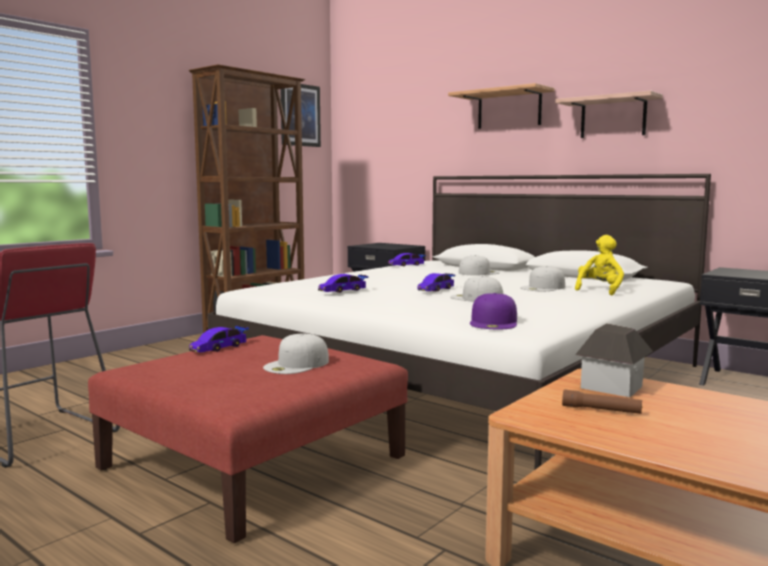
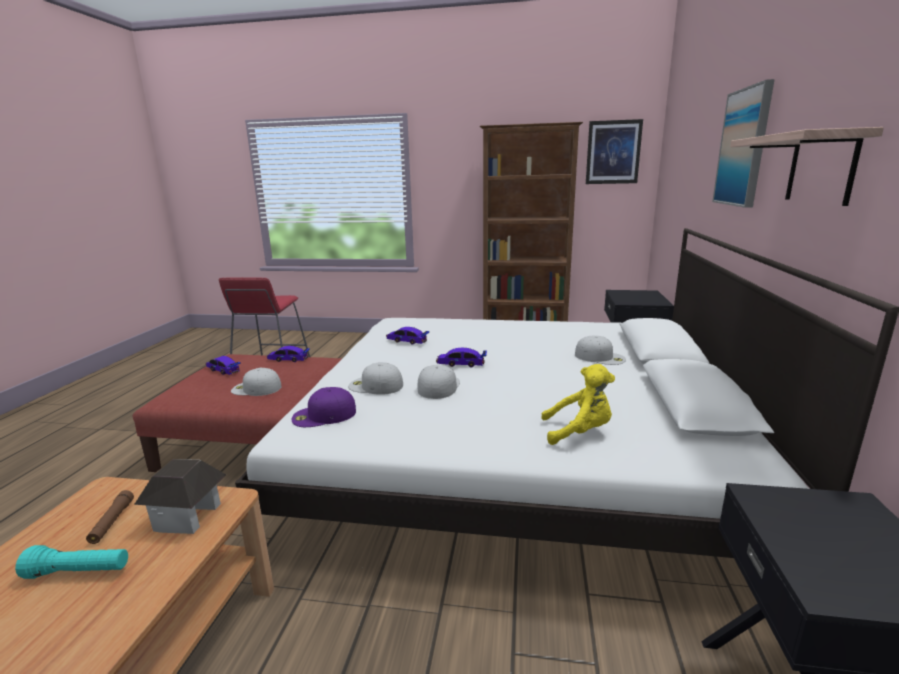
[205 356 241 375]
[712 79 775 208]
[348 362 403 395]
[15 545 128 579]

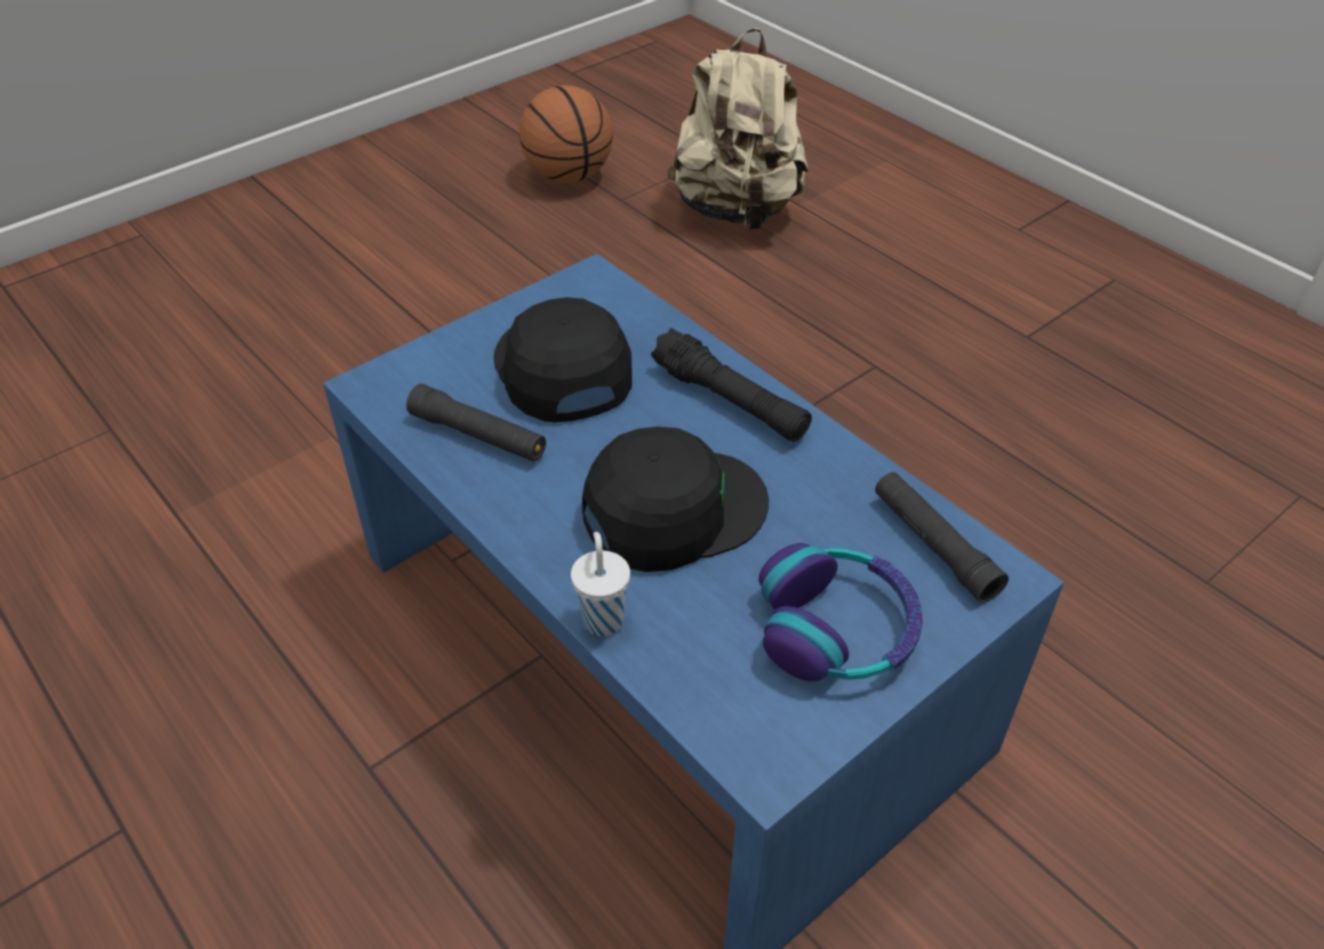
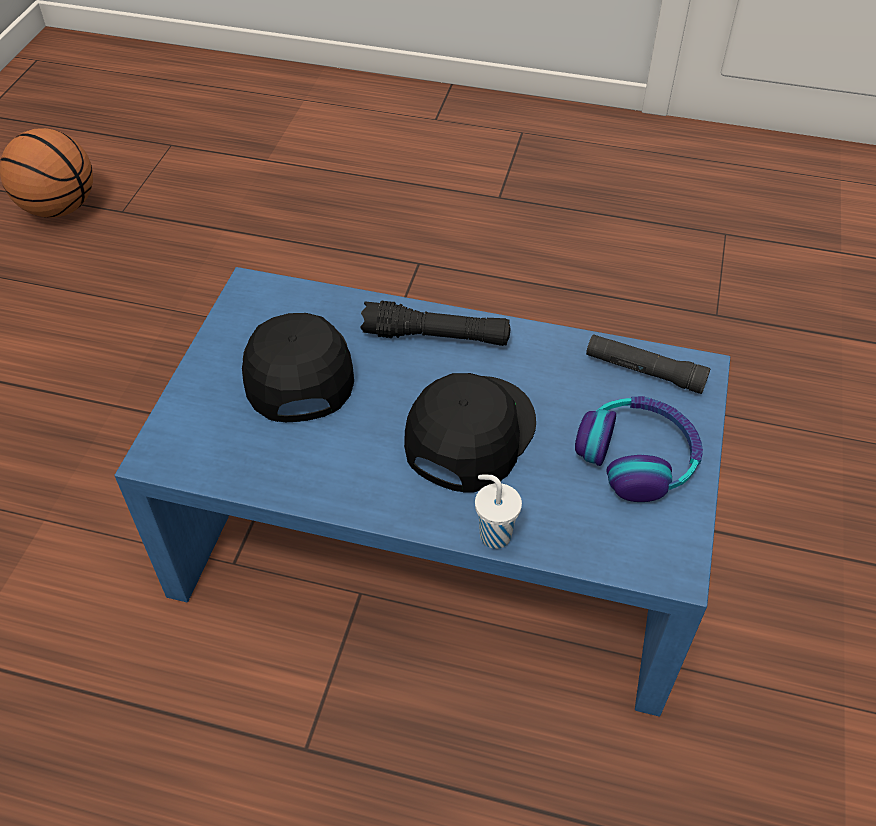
[406 384 546 462] (first image)
[242 313 354 422]
[667 28 809 230] (first image)

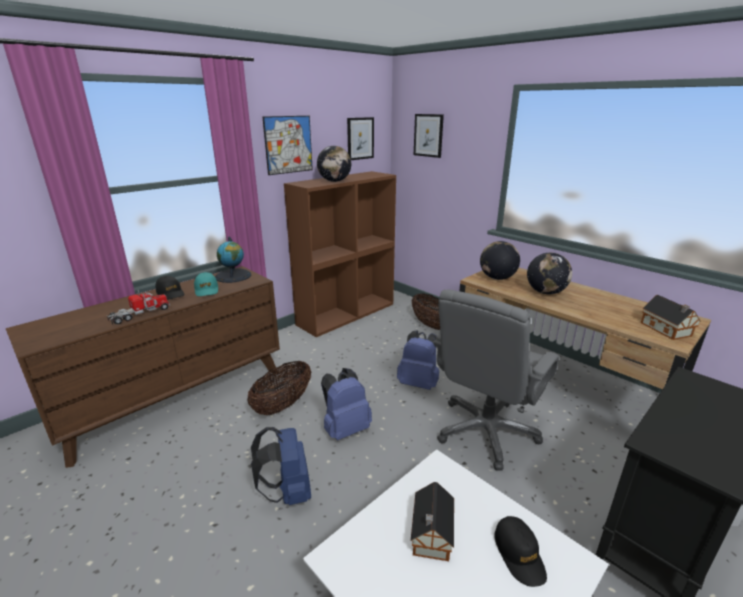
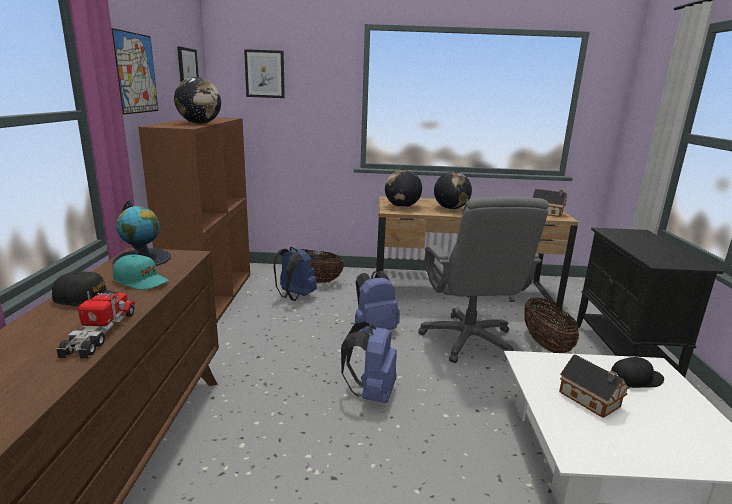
[524 298 579 353]
[274 247 317 301]
[611 357 664 388]

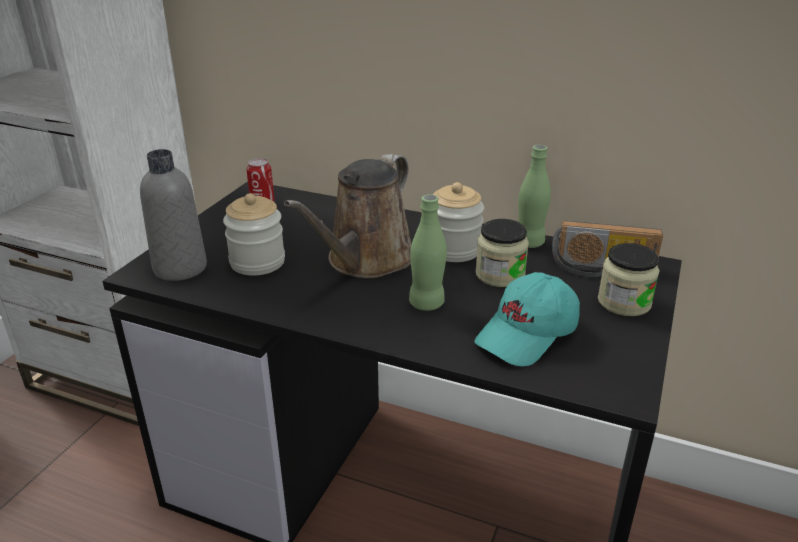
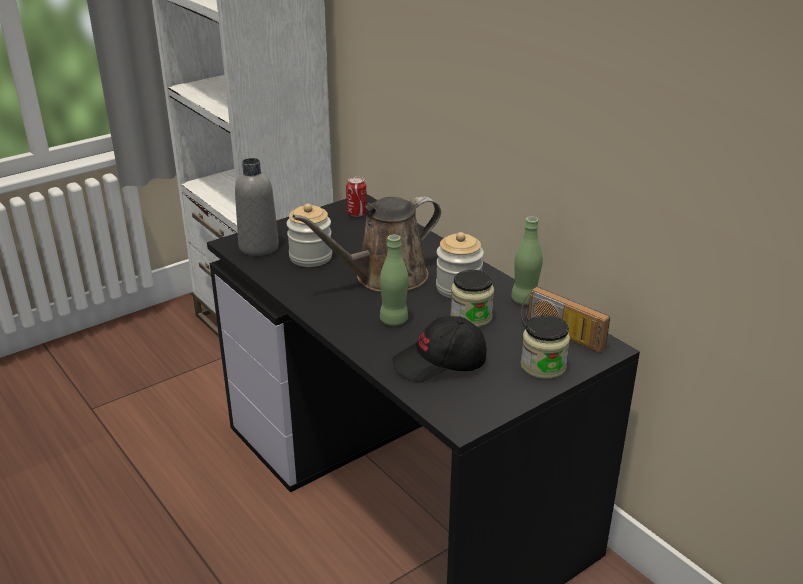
[392 316 487 383]

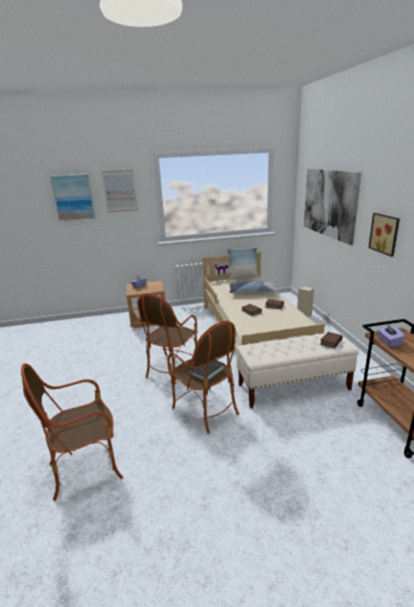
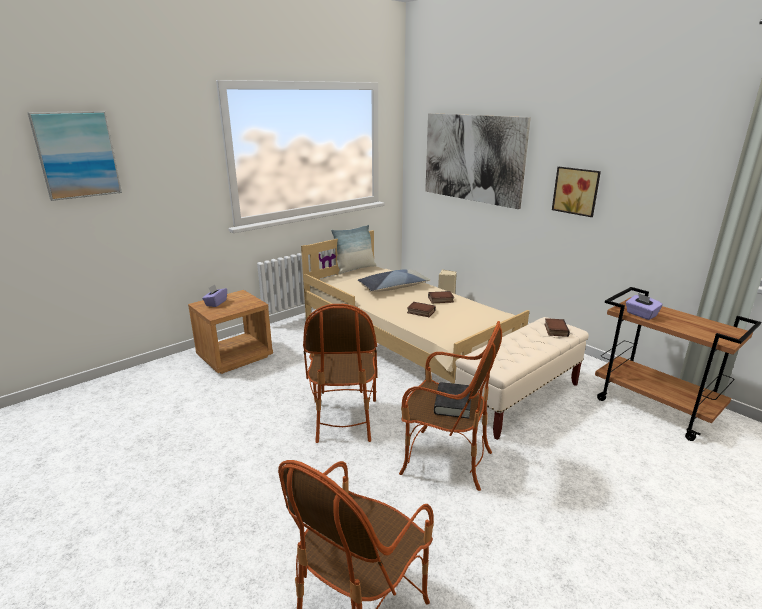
[101 170 138 212] (first image)

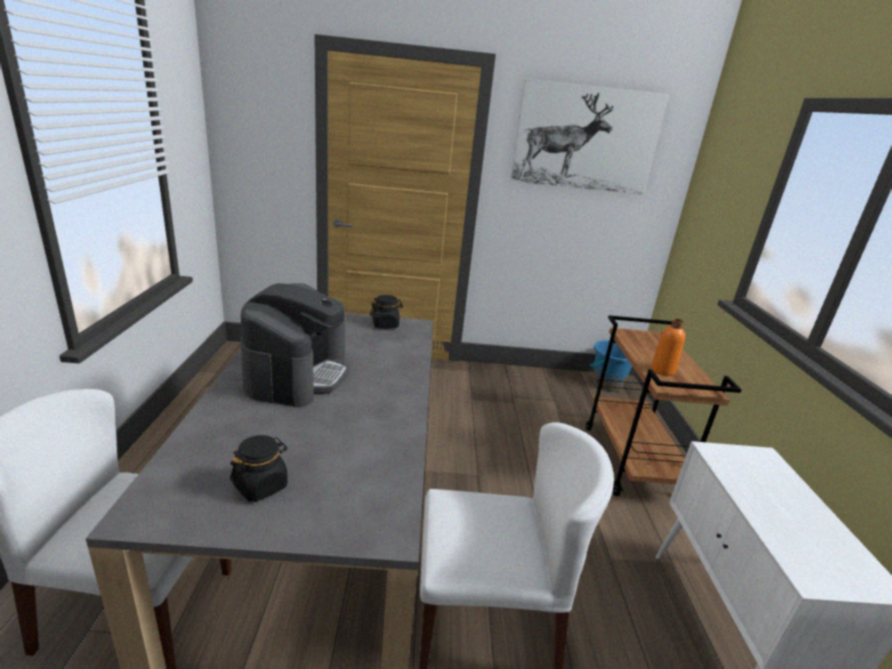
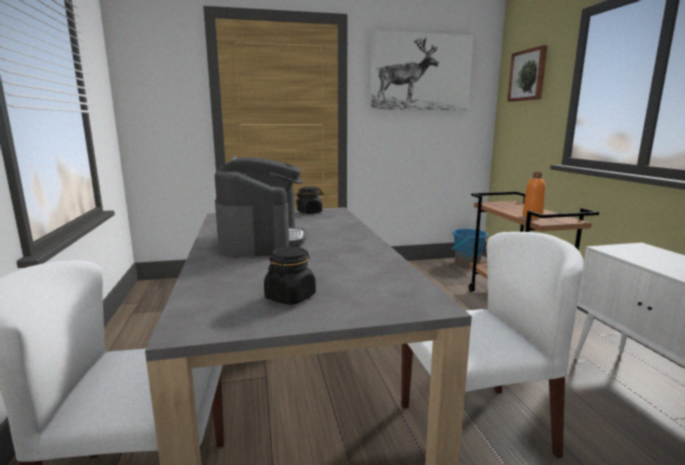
[507 45 547 102]

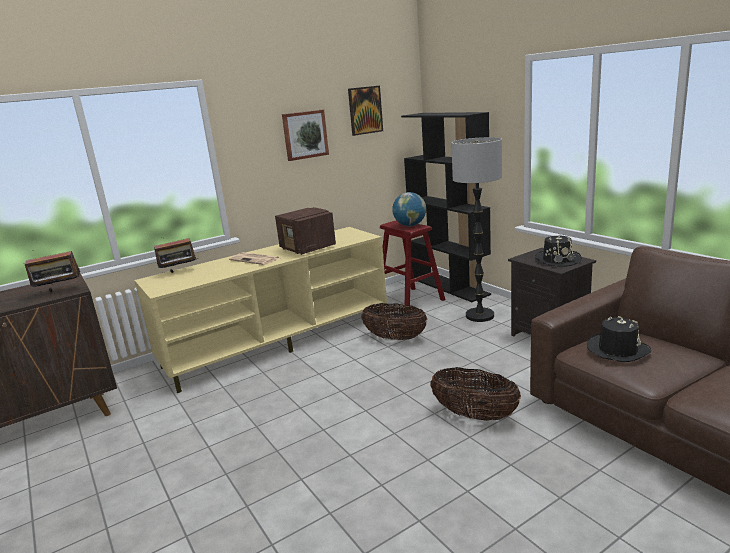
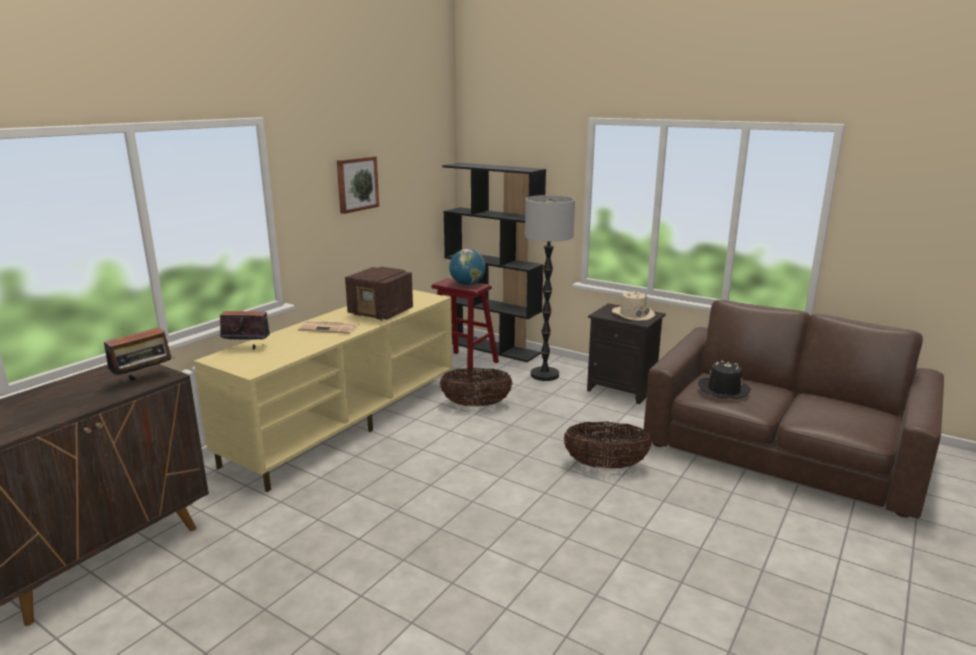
[220 300 270 349]
[348 86 383 136] (first image)
[612 291 655 321]

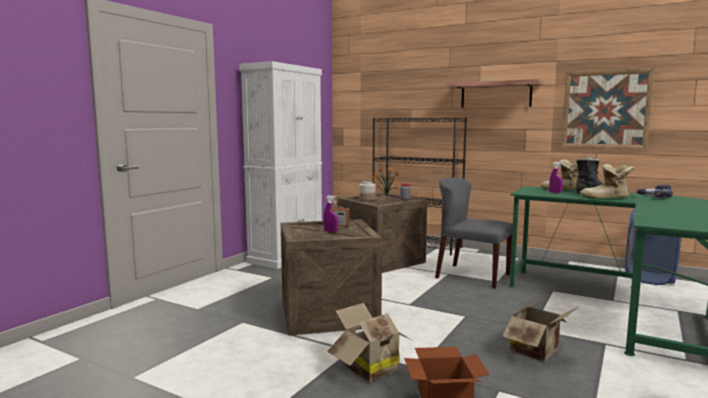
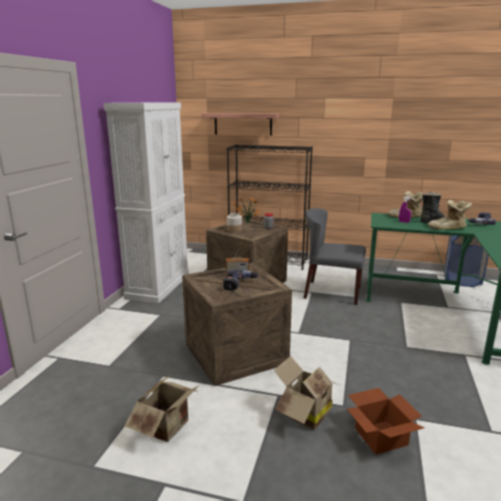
[223 270 259 291]
[201 113 280 136]
[125 375 200 442]
[561 68 655 150] (first image)

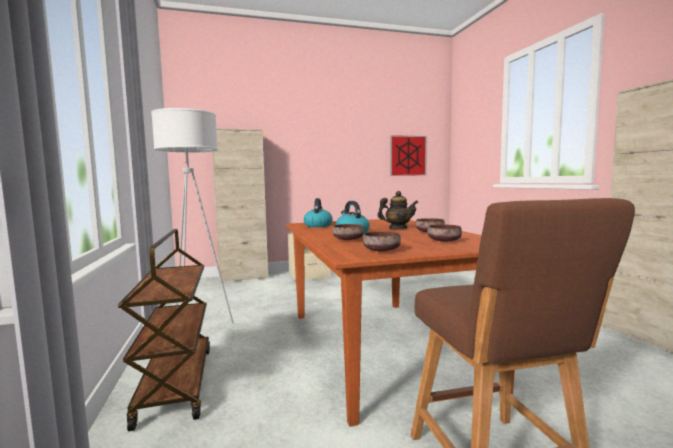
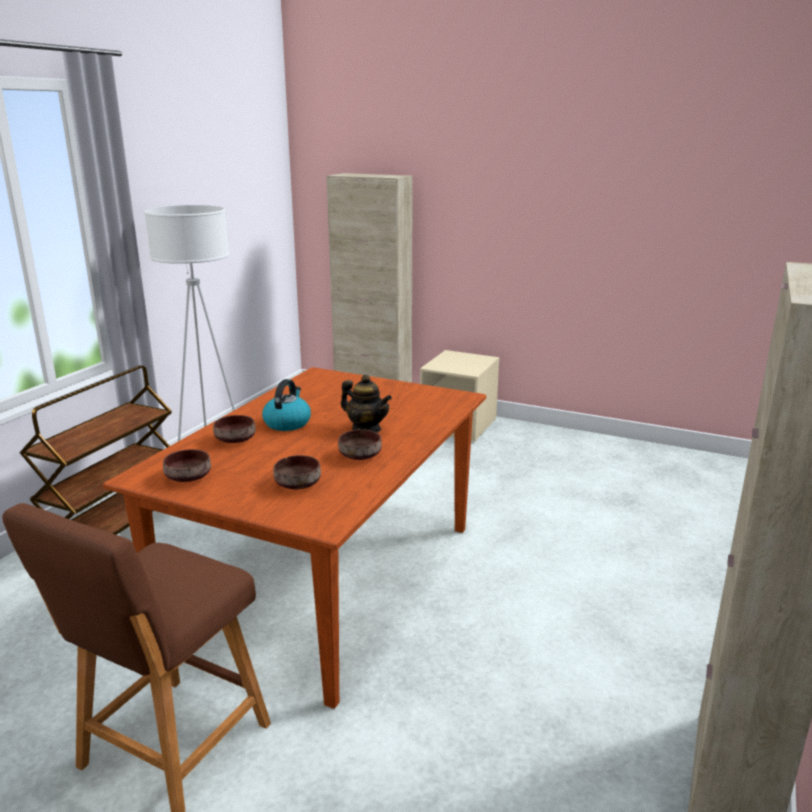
[304 198 333 227] (first image)
[390 135 427 176] (first image)

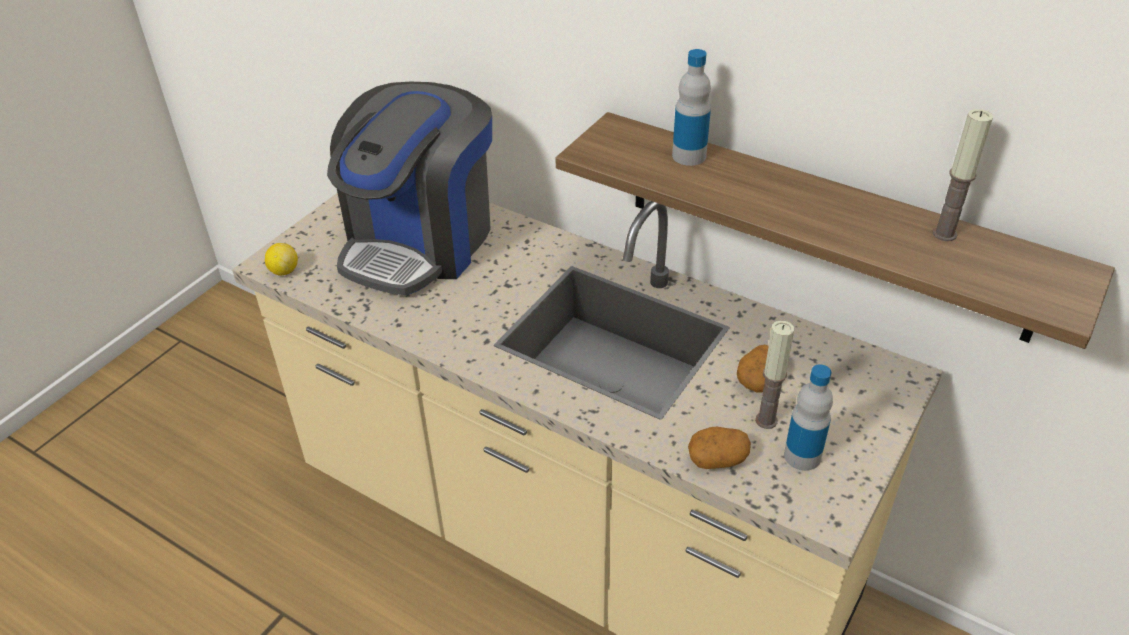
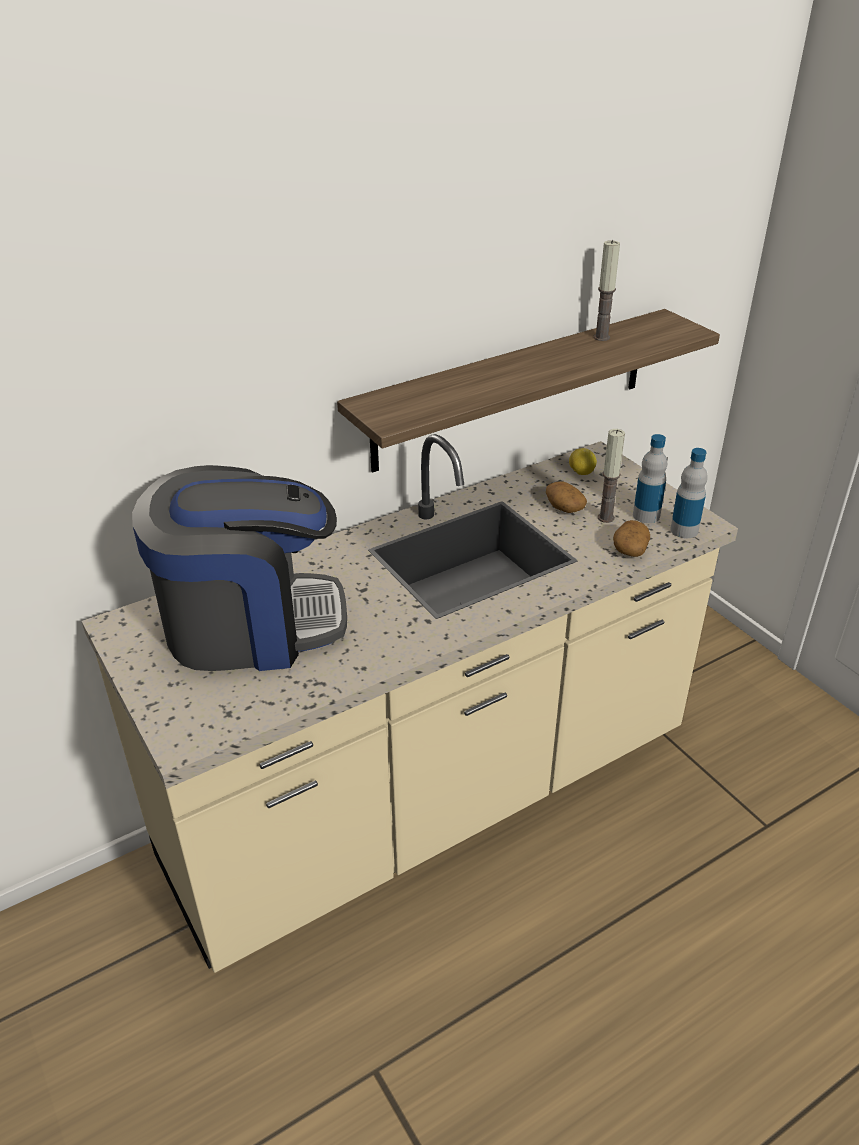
[569 448 597 475]
[132 465 347 671]
[670 448 708 538]

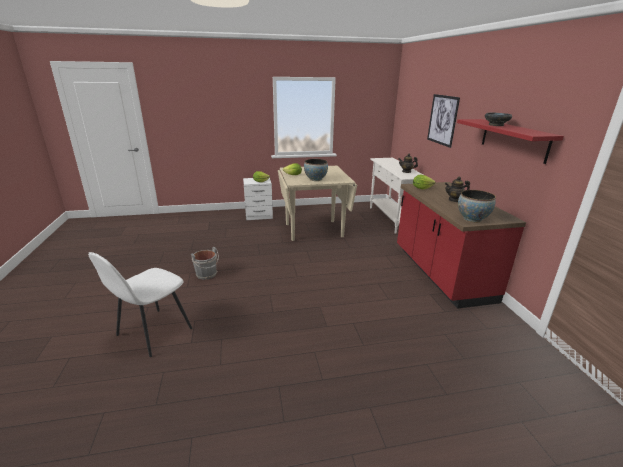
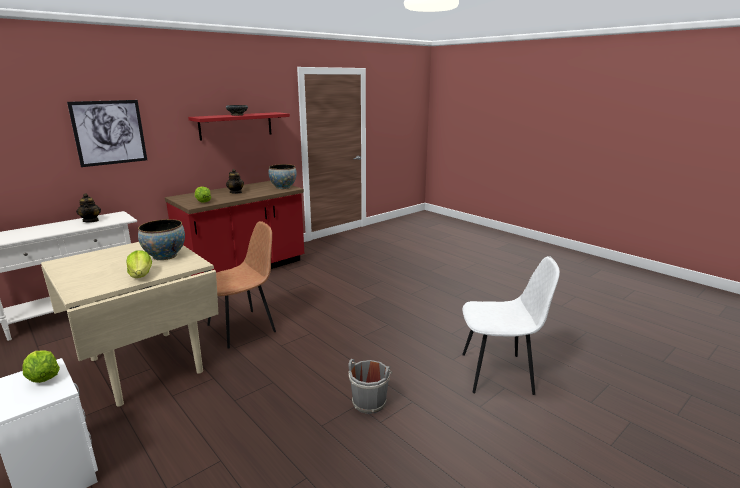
[207 221 276 348]

